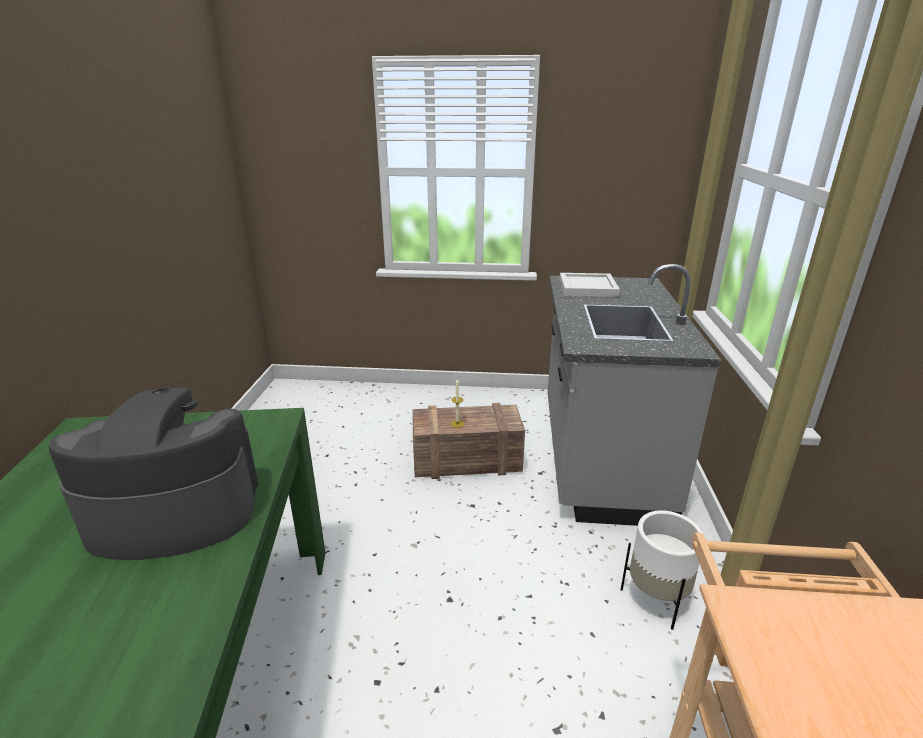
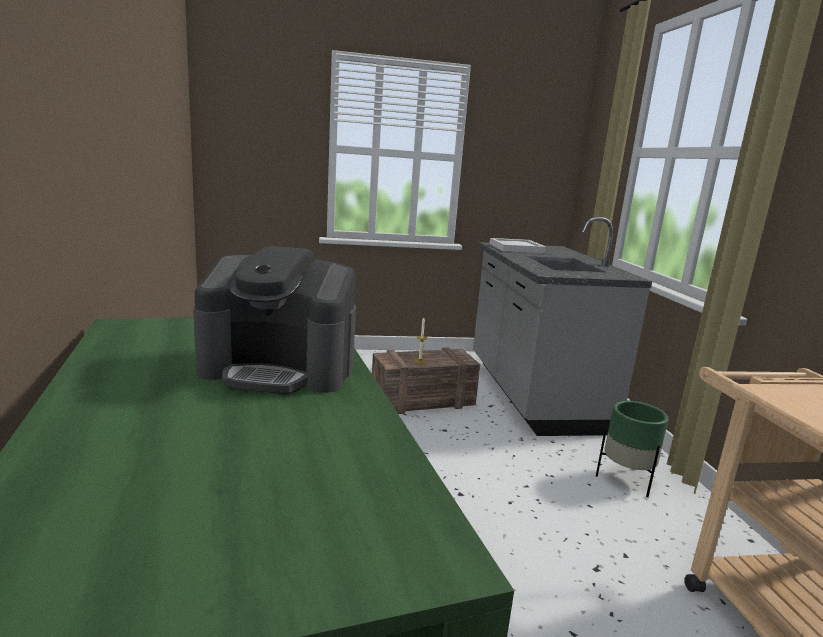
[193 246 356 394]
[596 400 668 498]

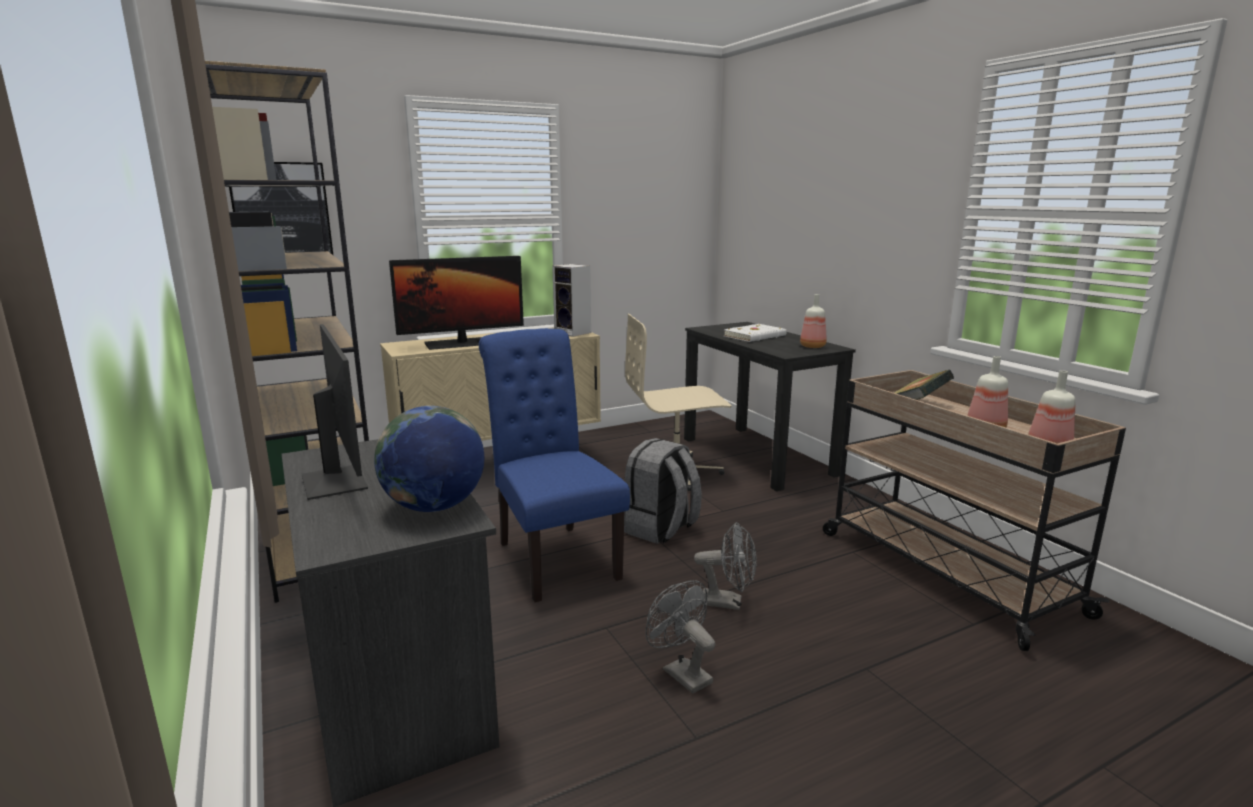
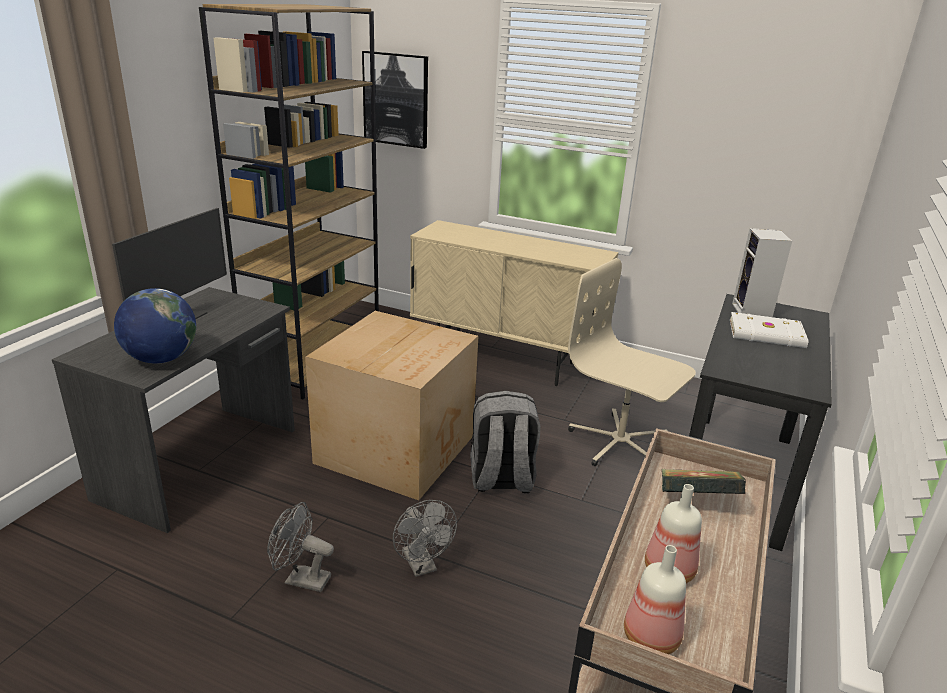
[389 256 524 350] (first image)
[305 311 478 500]
[732 228 792 317]
[267 502 334 592]
[800 294 827 348] (first image)

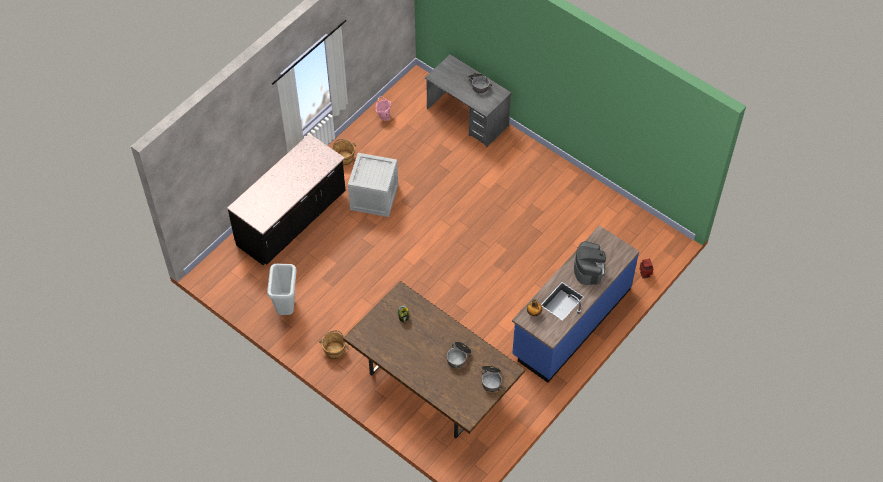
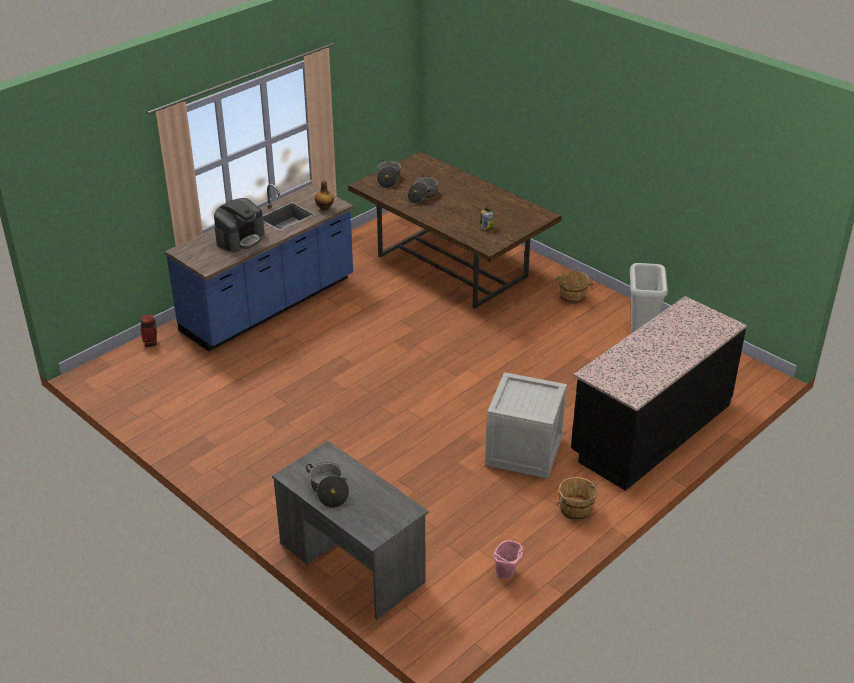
[214 198 265 253]

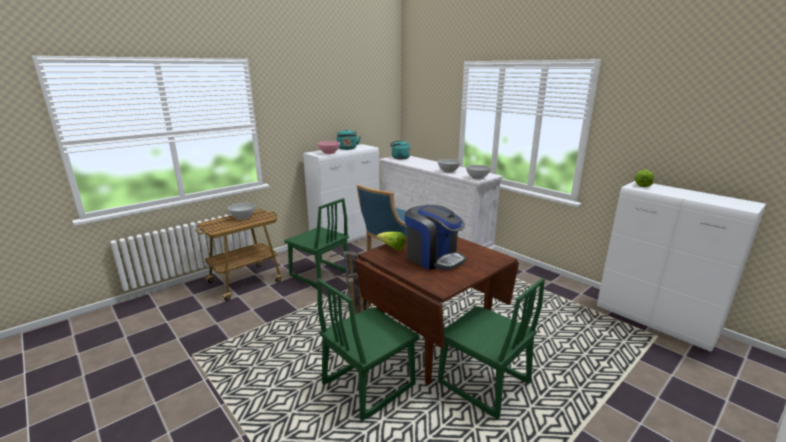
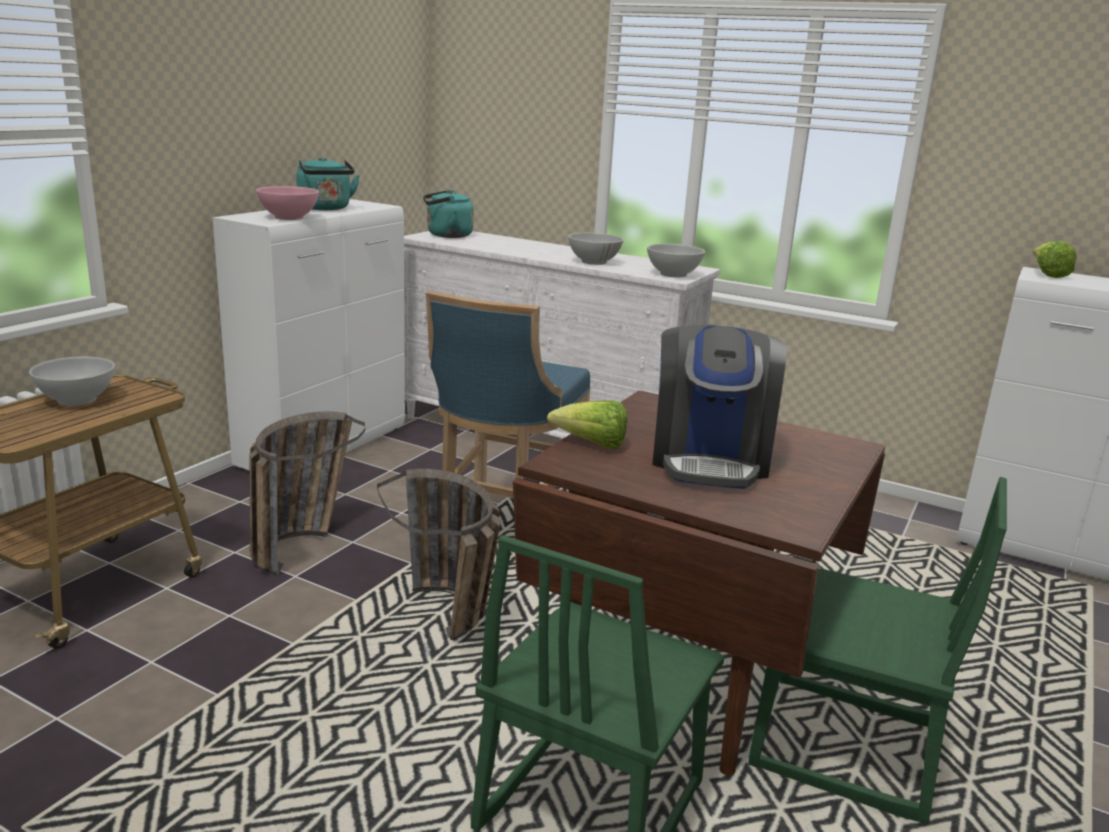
[250 411 365 575]
[652 325 787 489]

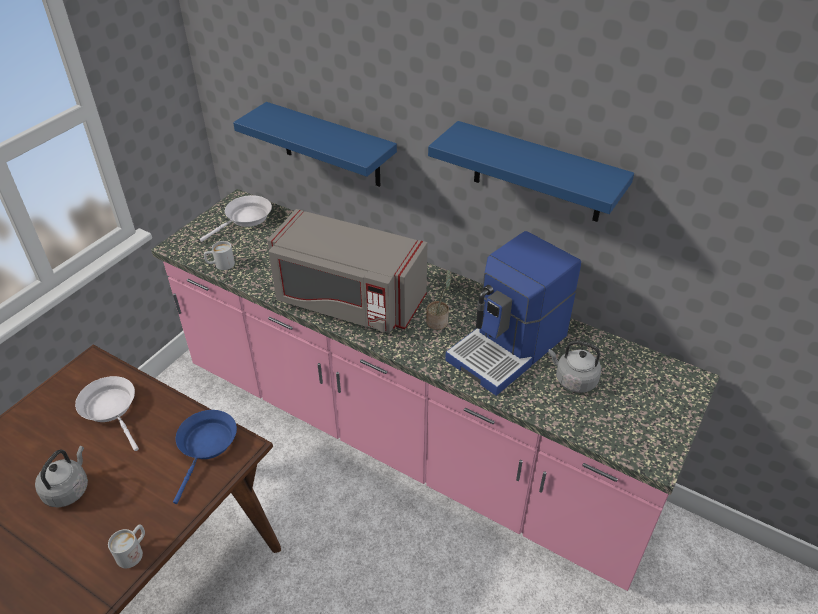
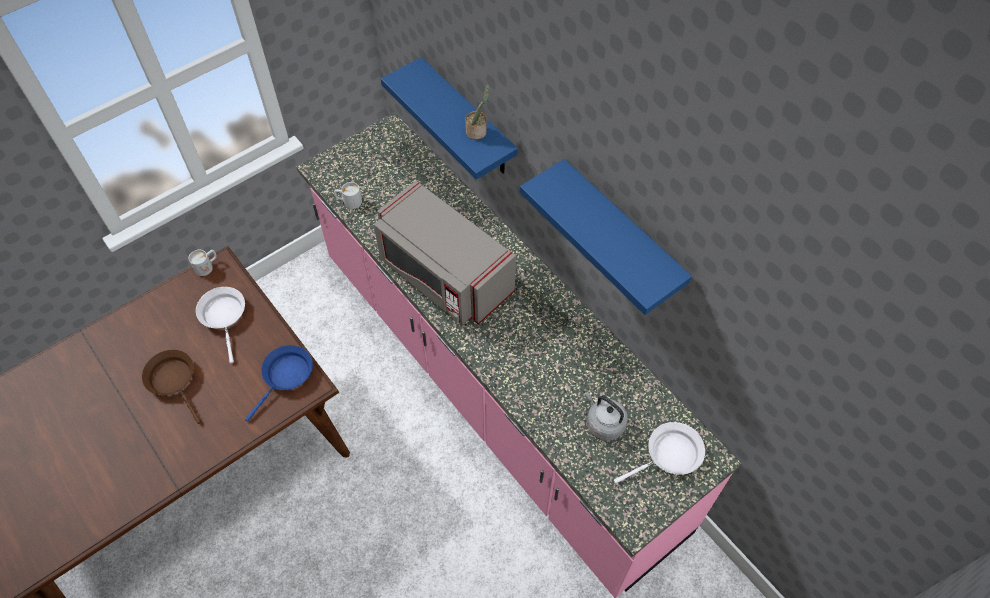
[142 350 201 424]
[189 250 217 276]
[614 422 705 484]
[465 84 489 140]
[445 231 581 396] (first image)

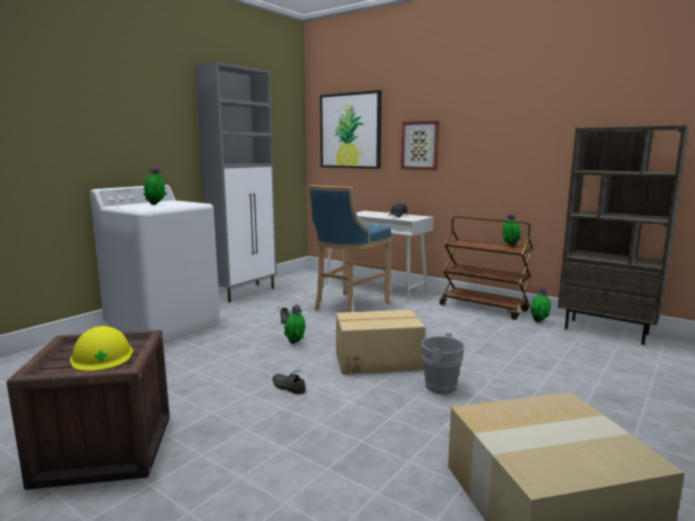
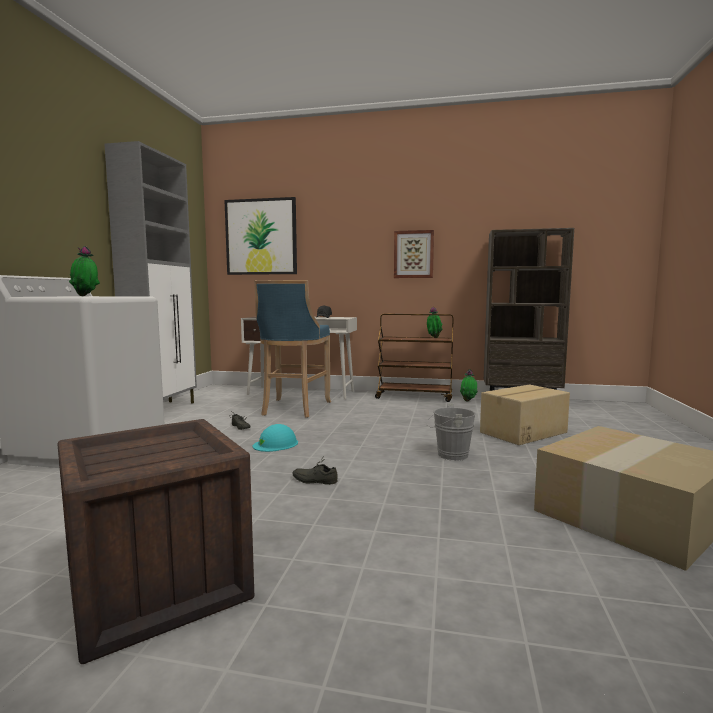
[70 326 133 371] (first image)
[253 424 298 452]
[480 385 570 445]
[394 230 434 278]

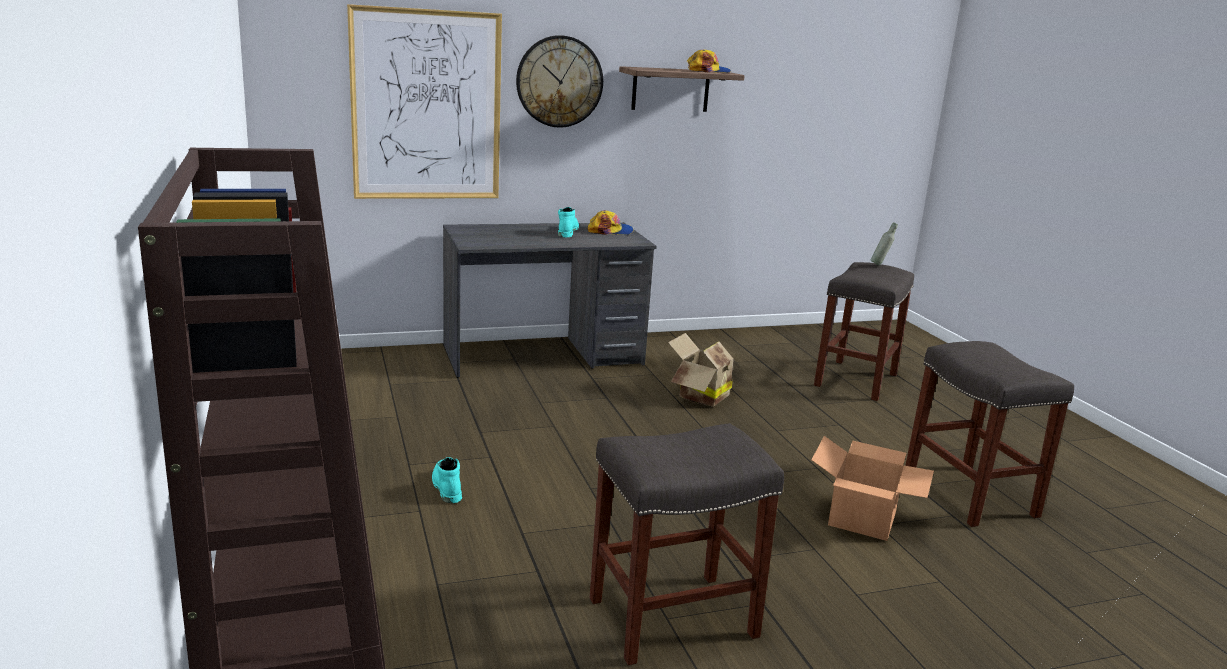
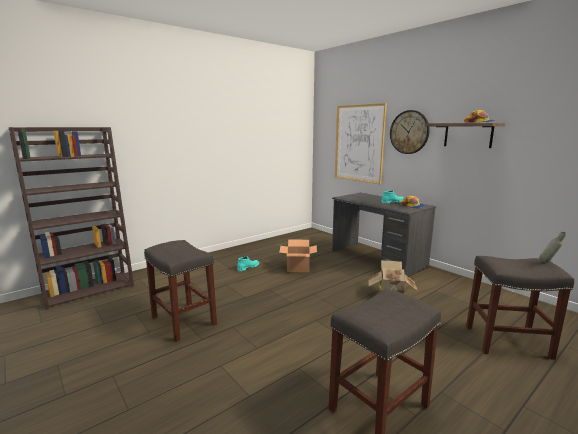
[279 239 317 272]

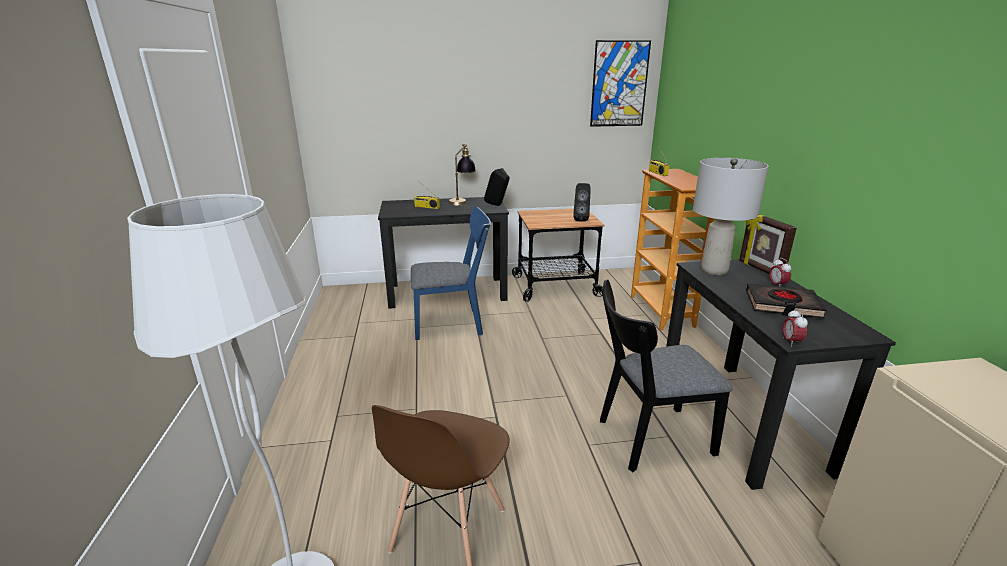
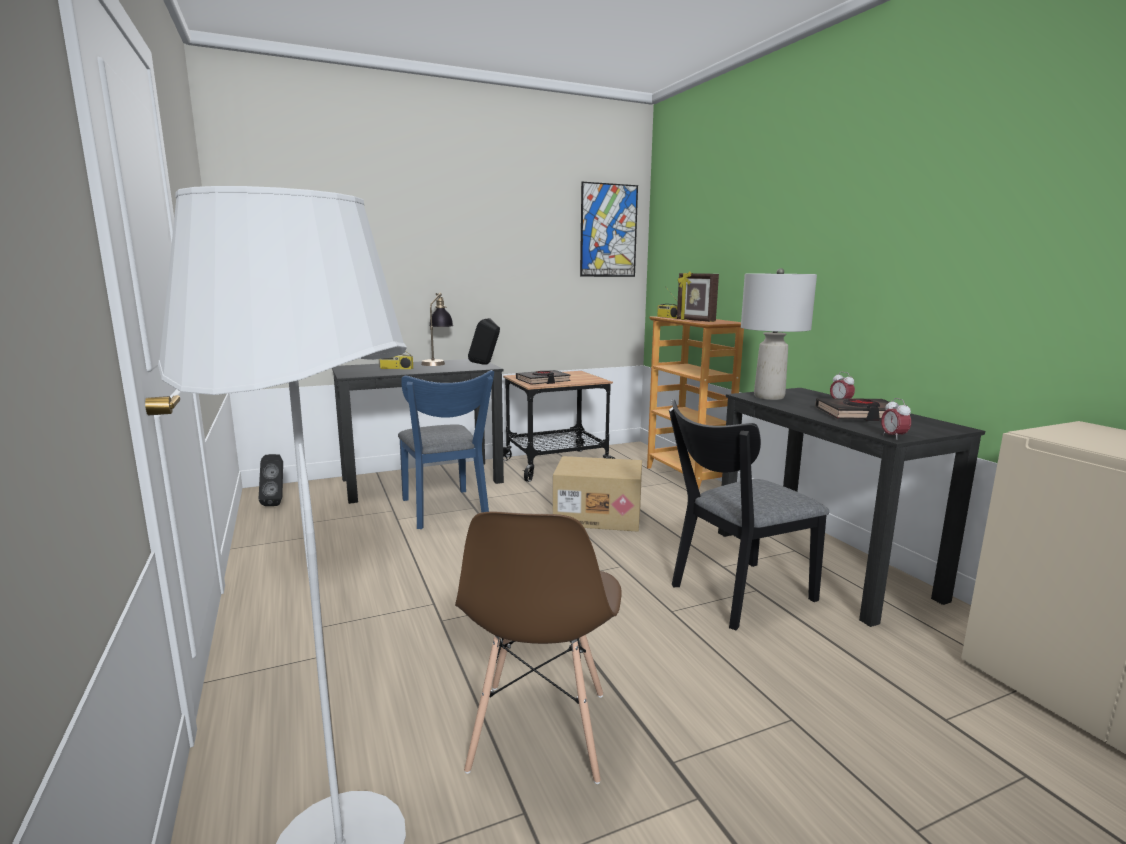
[398 370 494 529]
[259 454 283 506]
[677 271 719 322]
[516 370 571 385]
[553 456 642 532]

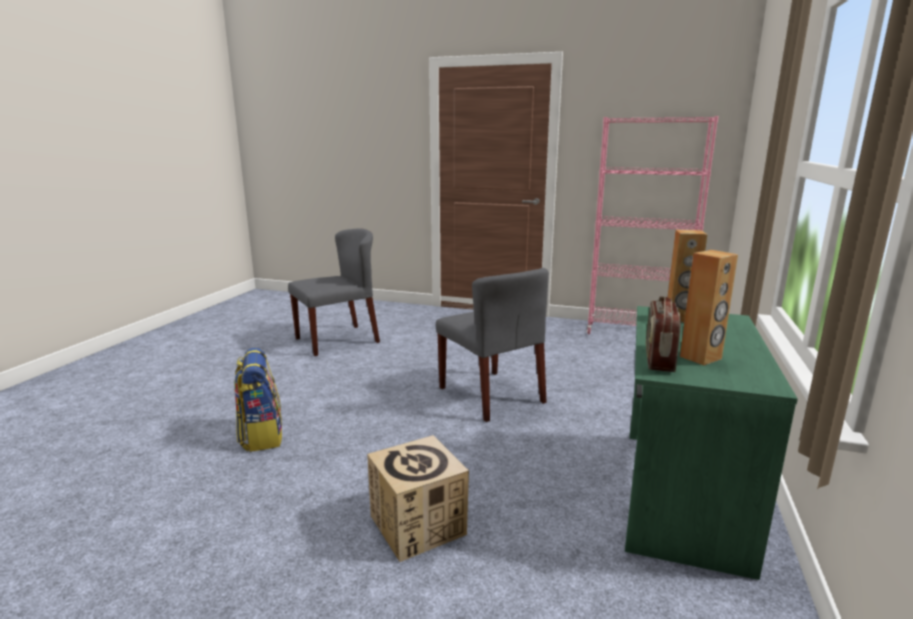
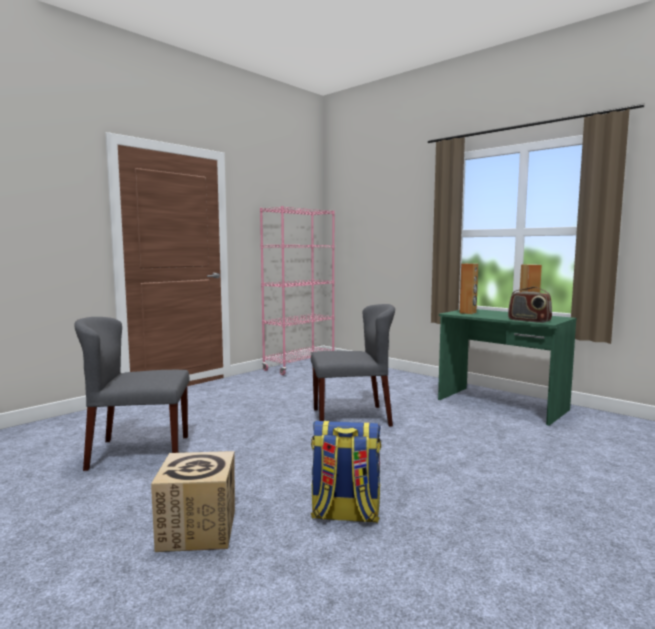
[74 317 189 471]
[151 451 235 552]

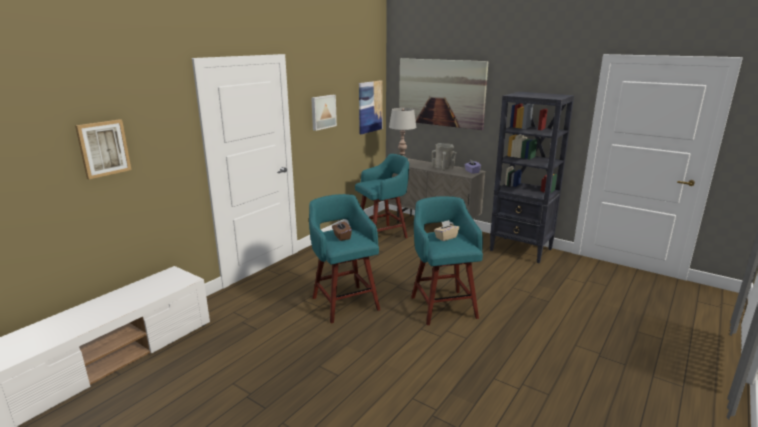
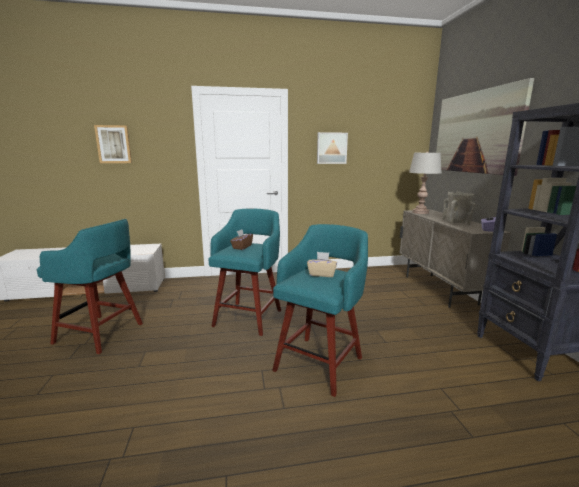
[37 219 143 354]
[359 80 383 134] (first image)

